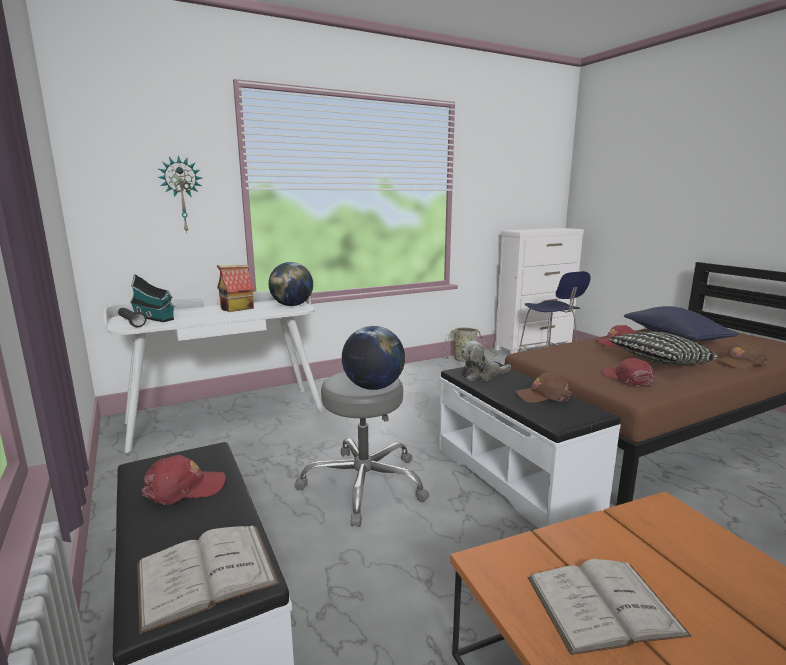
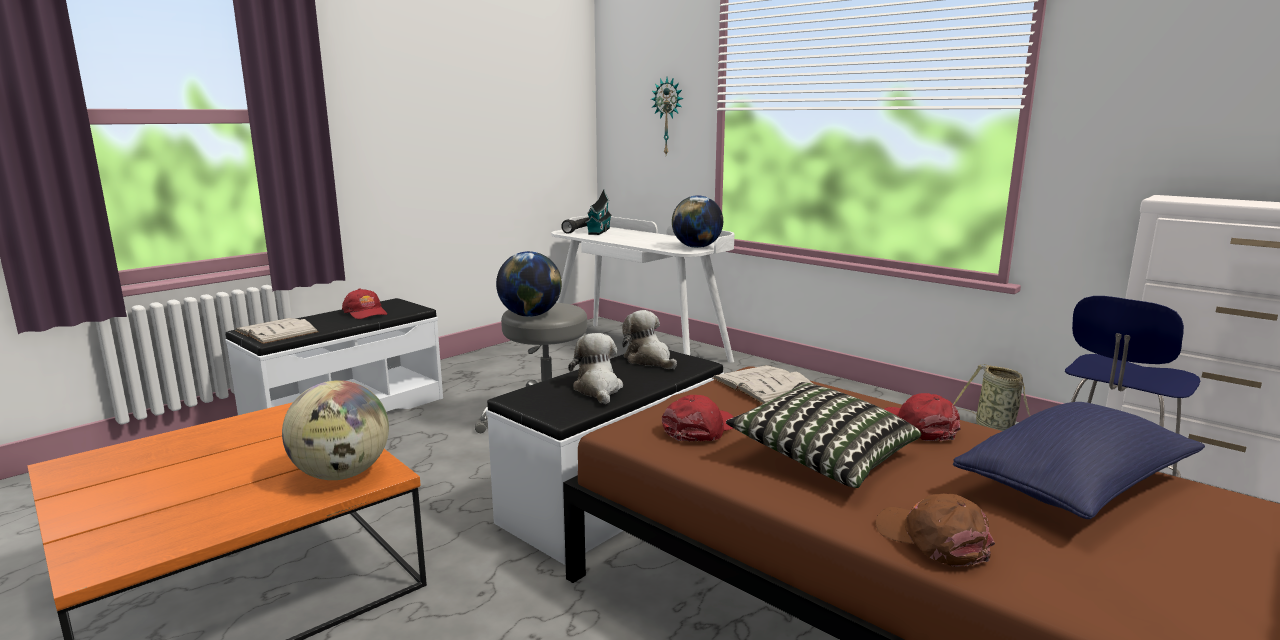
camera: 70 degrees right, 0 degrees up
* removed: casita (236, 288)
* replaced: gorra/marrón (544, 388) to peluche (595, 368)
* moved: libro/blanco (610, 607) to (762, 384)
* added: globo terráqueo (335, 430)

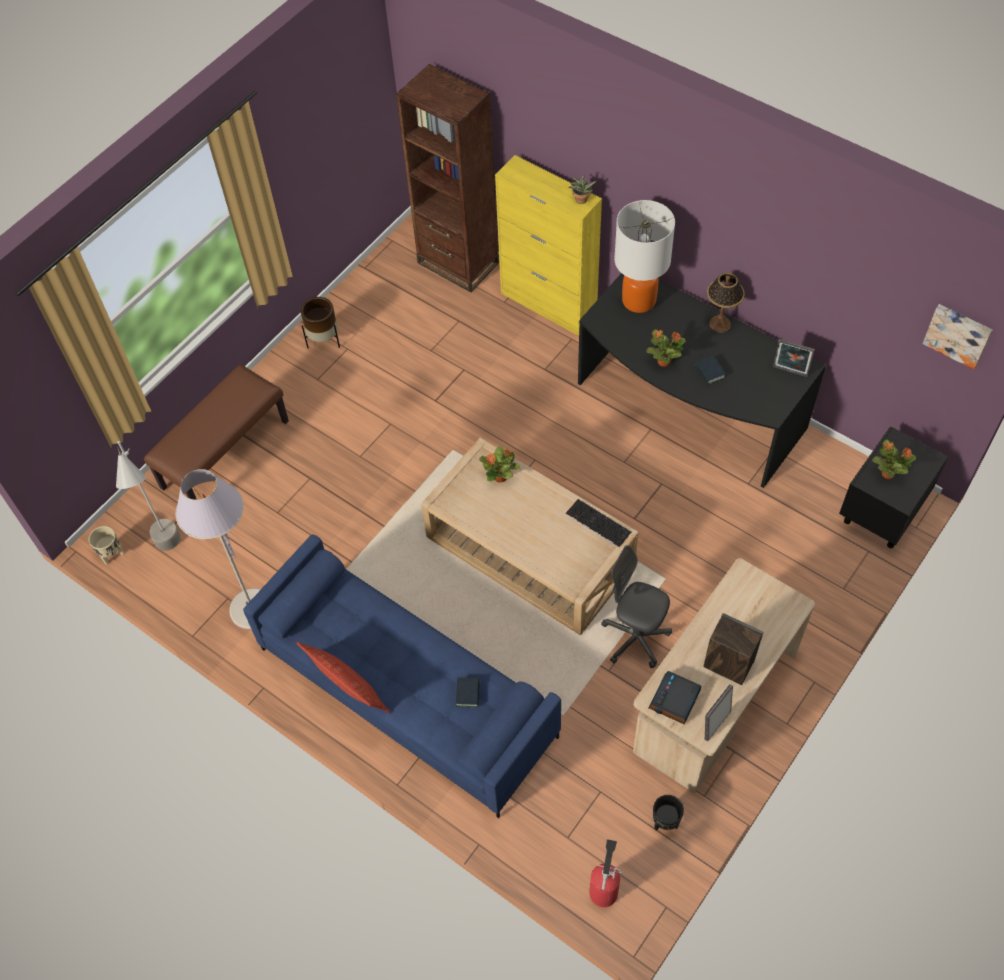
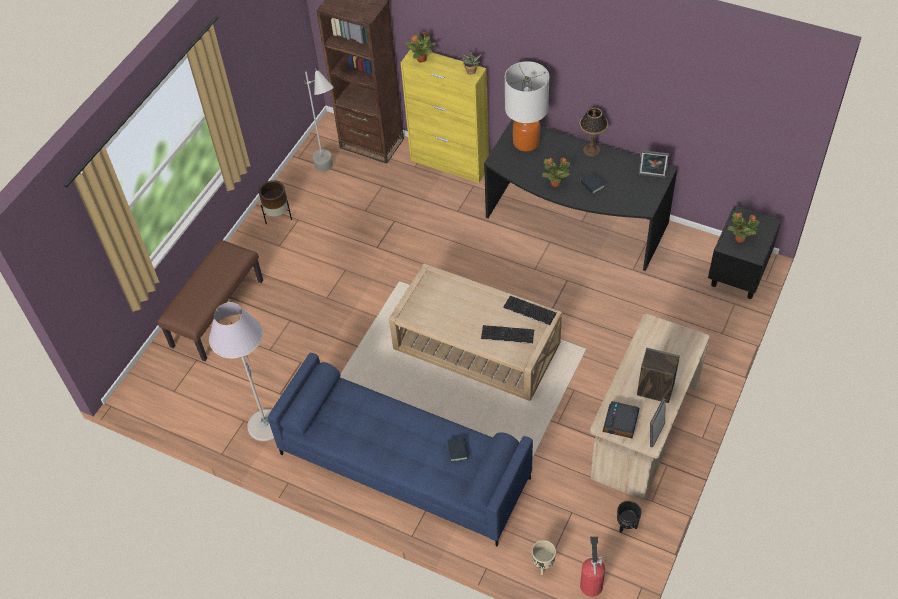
camera: 10 degrees left, 5 degrees down
* moved: maceta/beis (106, 545) to (544, 557)
* moved: lámpara de pie/gris (148, 496) to (318, 120)
* removed: cojín (343, 678)
* moved: planta en maceta (499, 464) to (420, 47)
* removed: silla de oficina/gris (636, 606)
* removed: cuadro (958, 336)
* added: teclado (507, 334)

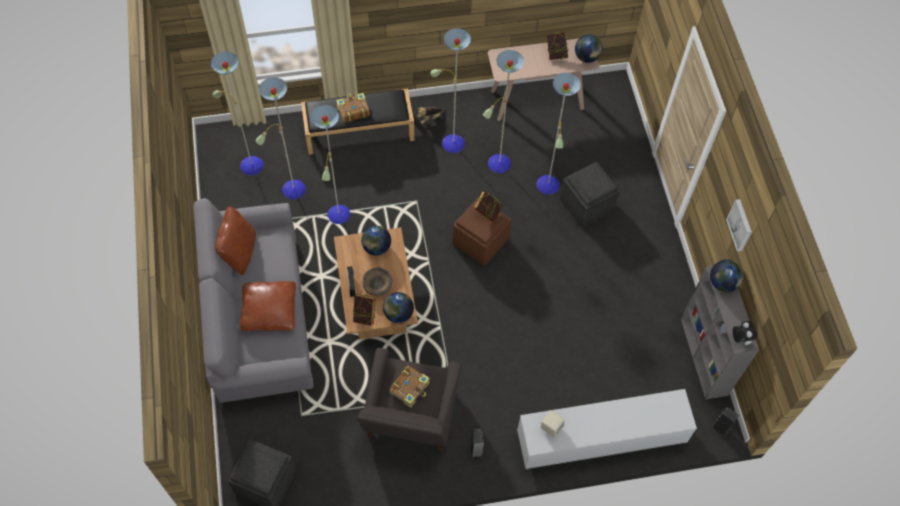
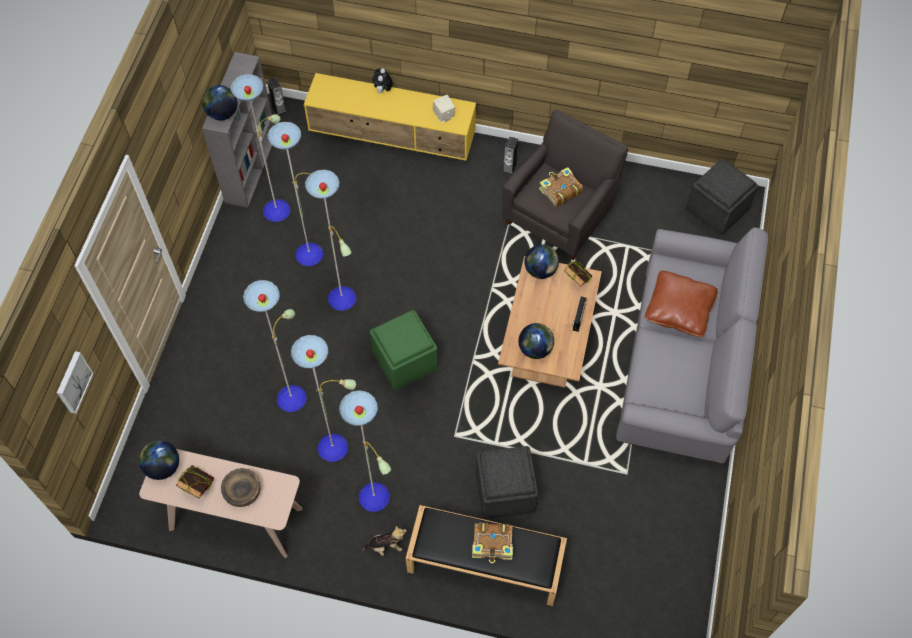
camera: 155 degrees left, 0 degrees up
* moved: lámpara de pie (280, 137) to (293, 192)
* removed: cojín/marrón (235, 240)
* moved: cuenco/marrón (377, 282) to (241, 487)
* recoloured: puf/marrón (482, 231) to puf/verde (404, 350)
* removed: libro (488, 206)
* recoloured: mueble de televisión/blanco (607, 429) to mueble de televisión/amarillo (390, 117)
* moved: puf/gris (590, 194) to (507, 482)
* moved: cuadro (739, 225) to (75, 382)
* moved: peluche (745, 333) to (382, 80)

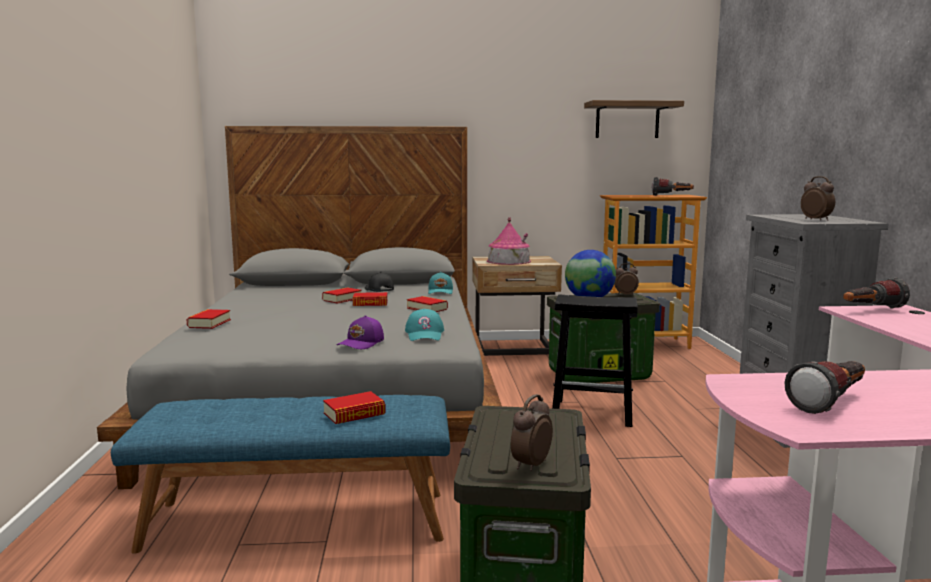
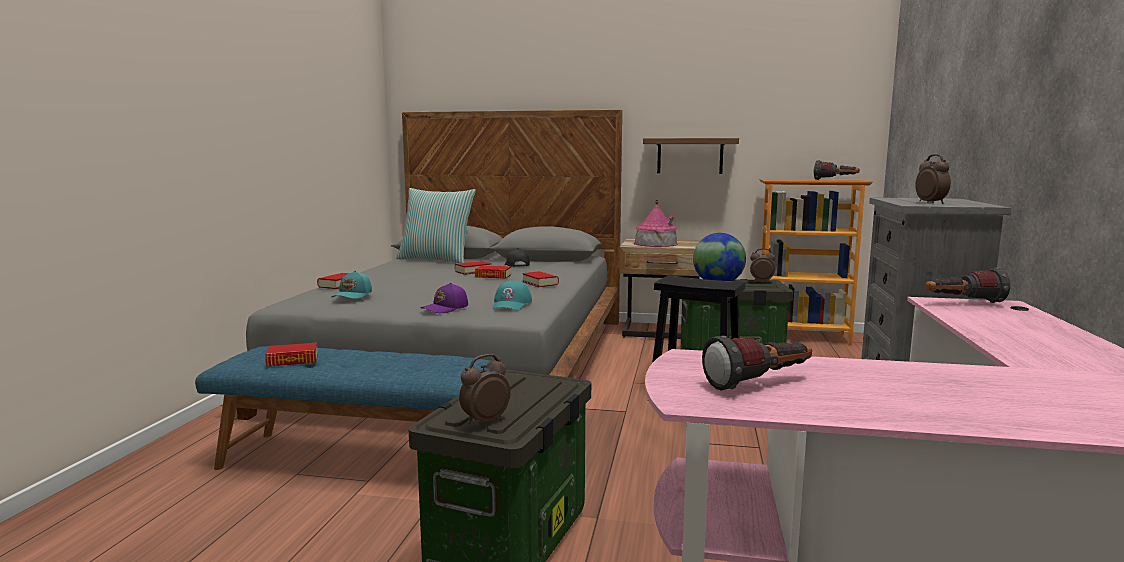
camera: 15 degrees right, 0 degrees up
* moved: libro (354, 407) to (291, 355)
* moved: gorra/turquesa (440, 283) to (352, 285)
* moved: estante (634, 119) to (691, 156)
* added: cojín (436, 225)

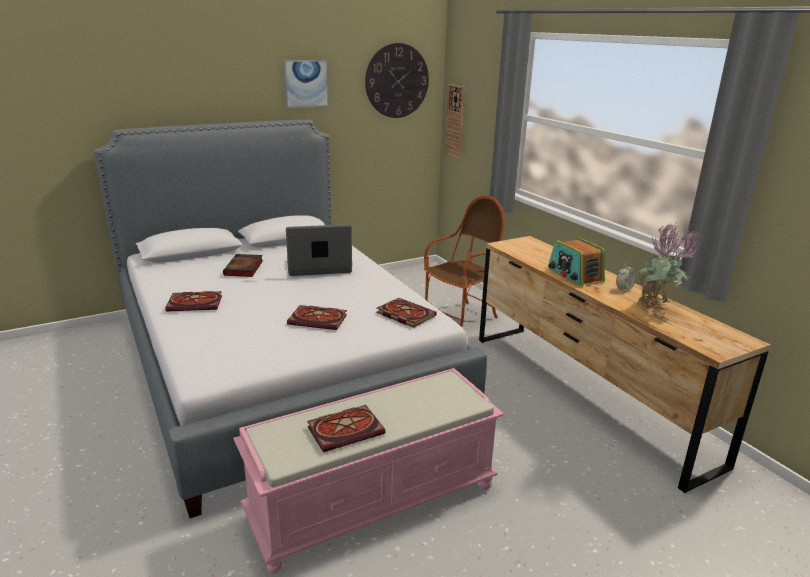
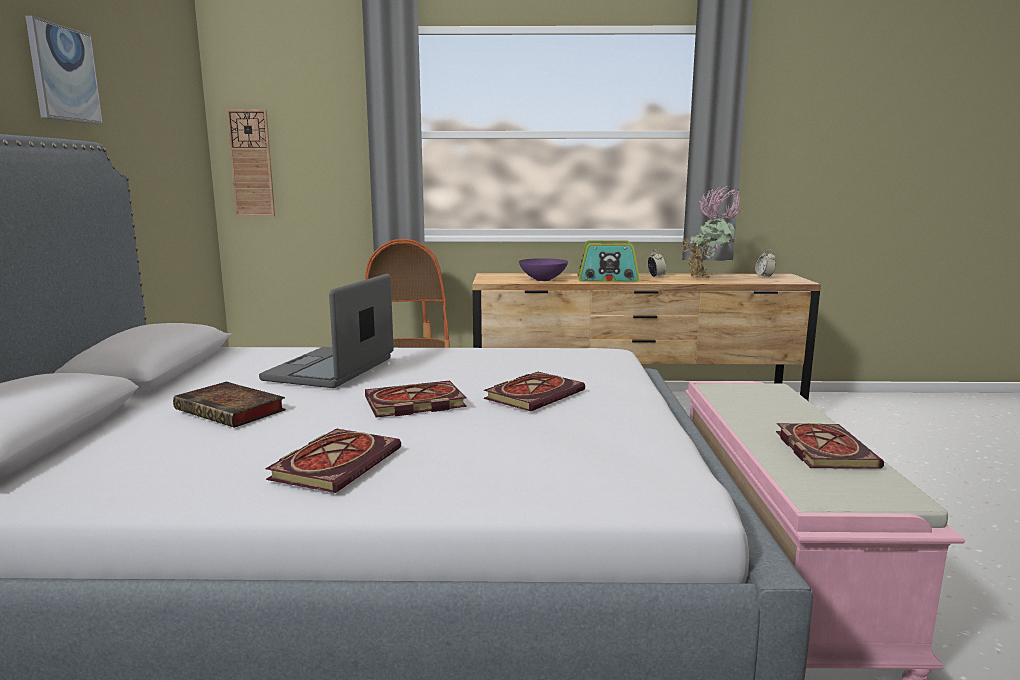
camera: 60 degrees left, 10 degrees down
* removed: reloj de pared (397, 80)
* moved: libro (406, 313) to (416, 399)
* added: cuenco/morado (543, 269)
* added: despertador (765, 263)

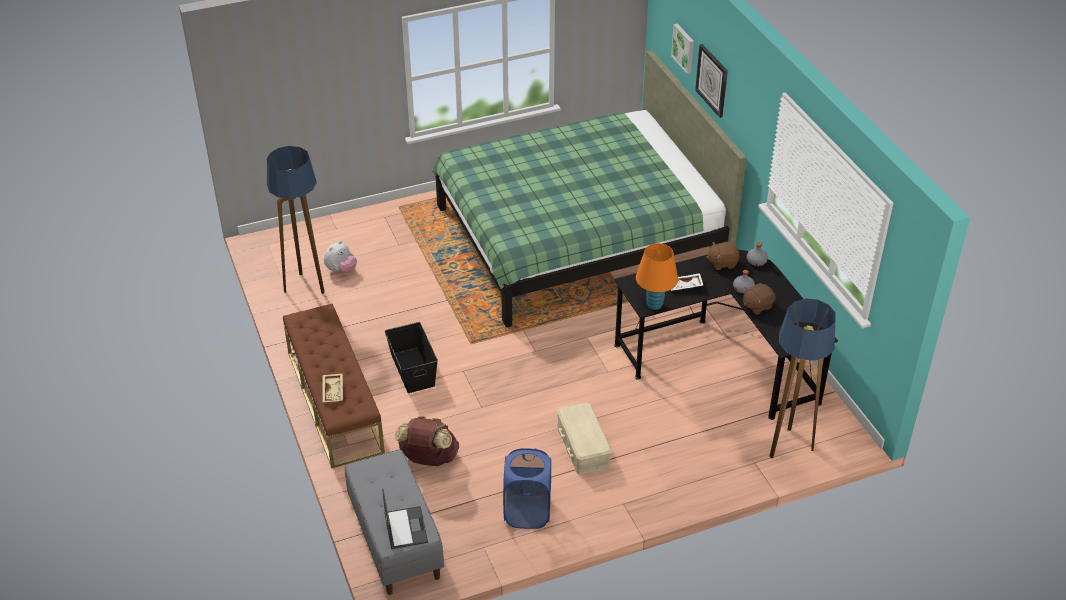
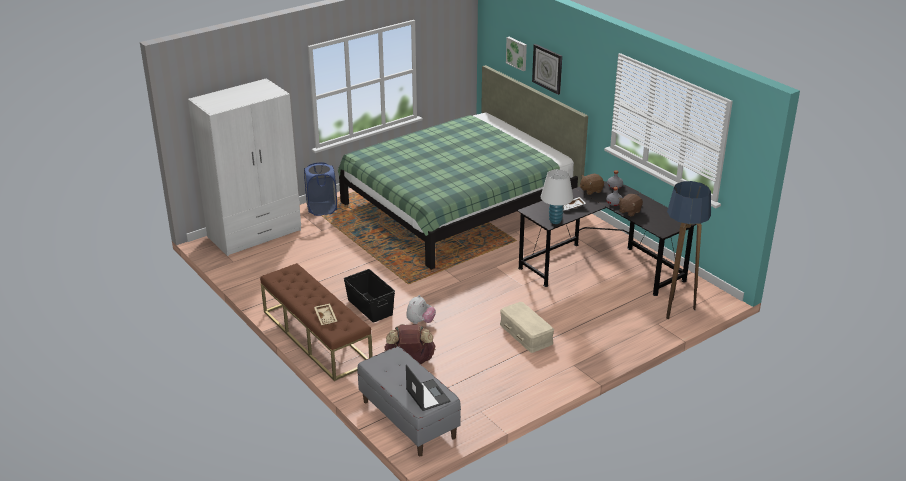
camera: 15 degrees left, 10 degrees down
* removed: lámpara de pie (295, 220)
* moved: peluche (340, 257) to (421, 309)
* moved: cesto de la ropa/azul (527, 488) to (320, 189)
* recoloured: lámpara de mesa/naranja (657, 276) to lámpara de mesa/blanco (557, 196)
* added: armario ropero/blanco (244, 167)

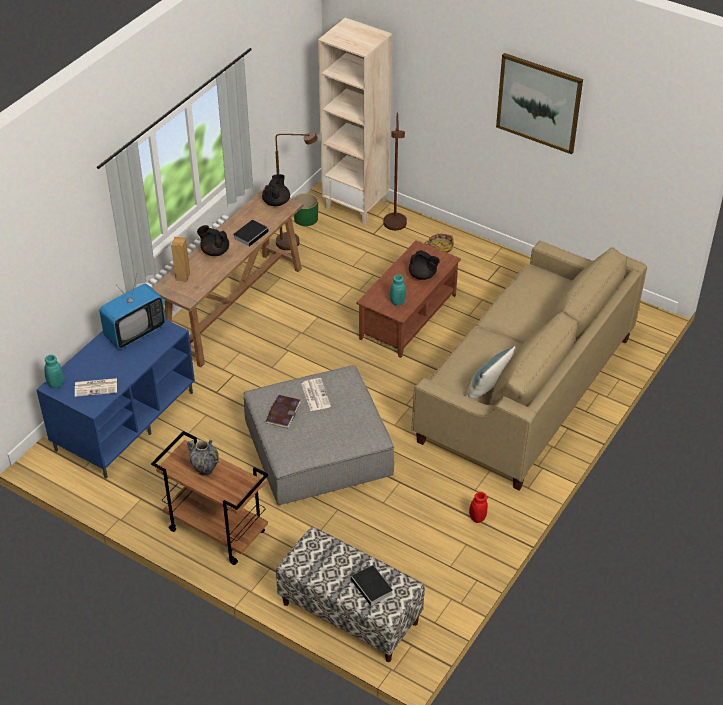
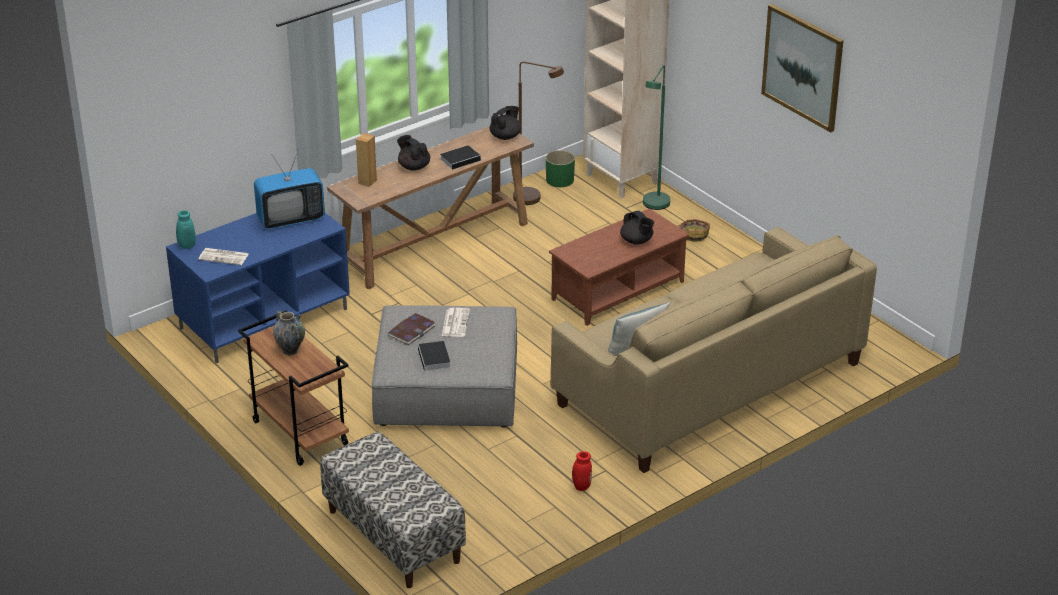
camera: 20 degrees right, 10 degrees down
* moved: libro (372, 587) to (434, 357)
* recoloured: lámpara de pie/marrón (395, 171) to lámpara de pie/verde (656, 137)
* removed: florero/turquesa (398, 290)

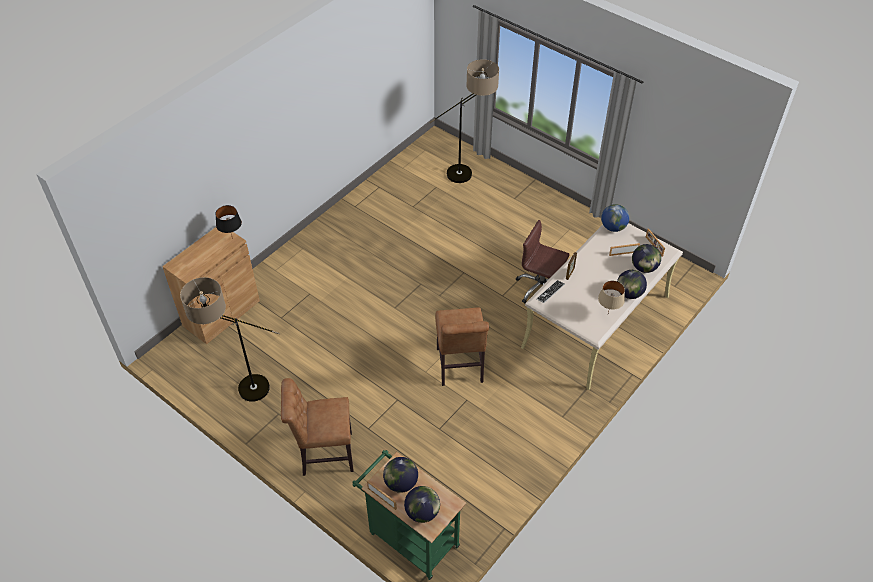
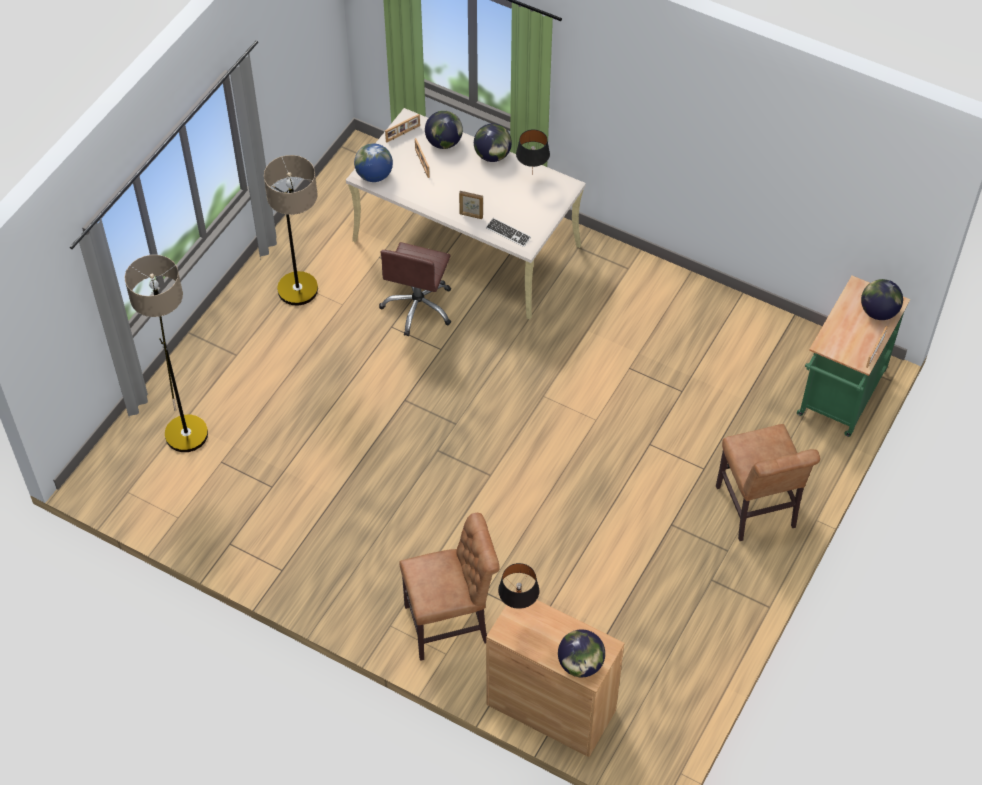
camera: 100 degrees left, 5 degrees up
* moved: lámpara de pie (230, 339) to (291, 230)
* moved: globo terráqueo (400, 475) to (581, 653)
* moved: silla/marrón (462, 347) to (449, 587)
* recoloured: lámpara de mesa/beis (611, 297) to lámpara de mesa/negro (533, 152)

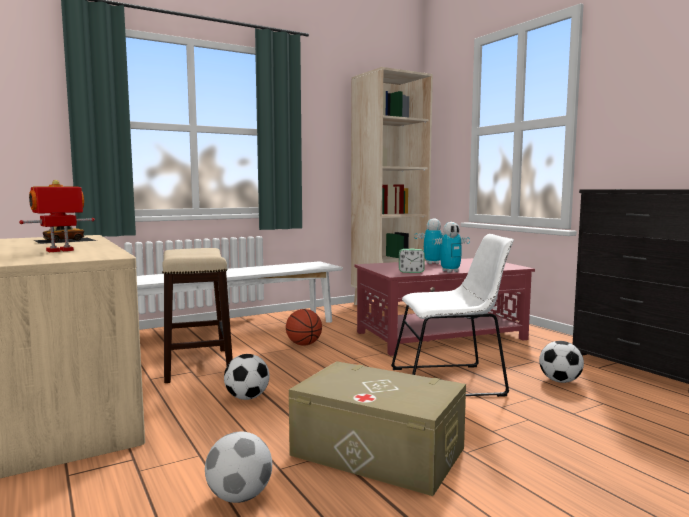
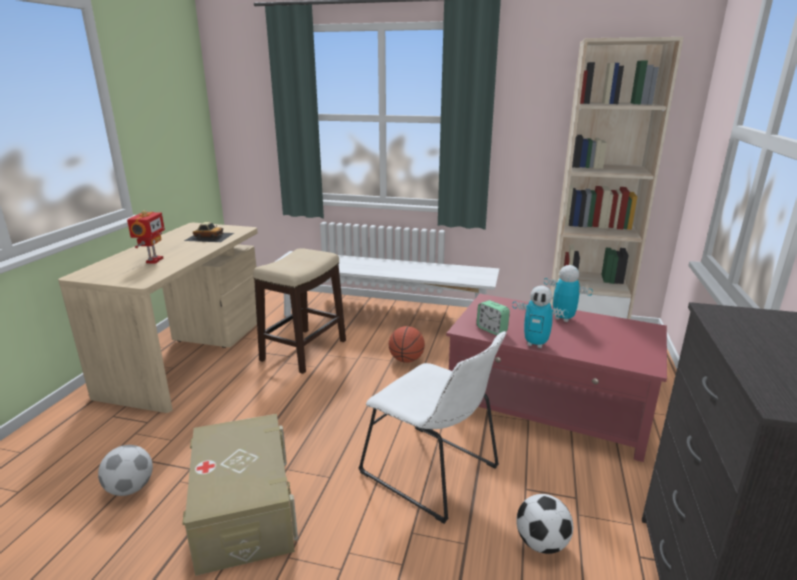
camera: 45 degrees right, 15 degrees up
* turned: robot de juguete (57, 216) = (146, 237) 90 degrees clockwise
* removed: balón de fútbol (247, 377)

